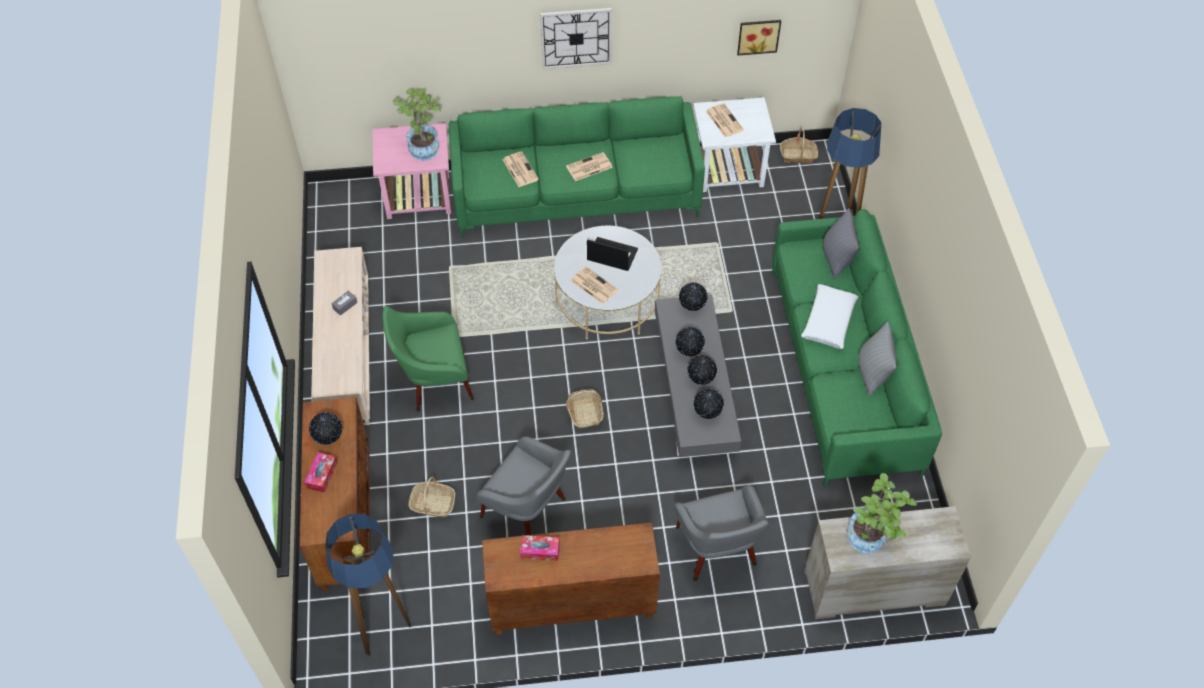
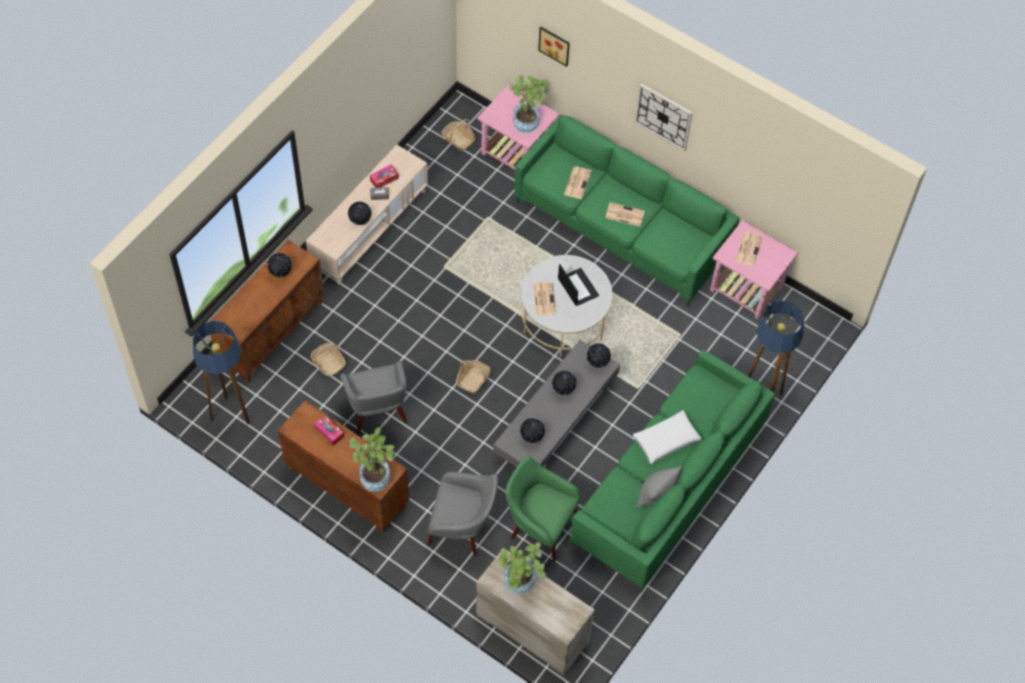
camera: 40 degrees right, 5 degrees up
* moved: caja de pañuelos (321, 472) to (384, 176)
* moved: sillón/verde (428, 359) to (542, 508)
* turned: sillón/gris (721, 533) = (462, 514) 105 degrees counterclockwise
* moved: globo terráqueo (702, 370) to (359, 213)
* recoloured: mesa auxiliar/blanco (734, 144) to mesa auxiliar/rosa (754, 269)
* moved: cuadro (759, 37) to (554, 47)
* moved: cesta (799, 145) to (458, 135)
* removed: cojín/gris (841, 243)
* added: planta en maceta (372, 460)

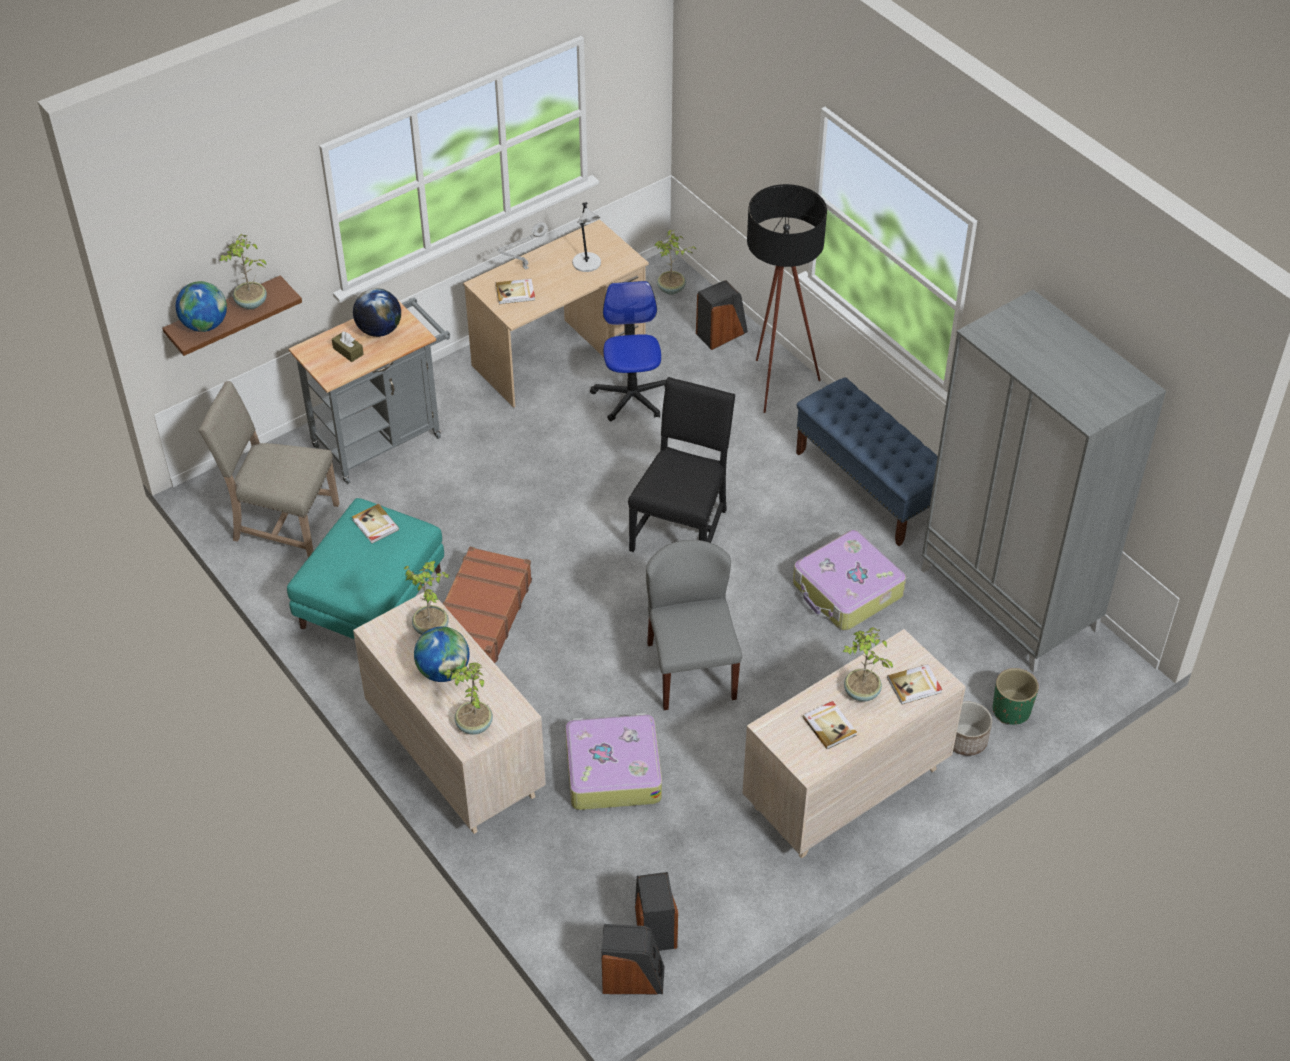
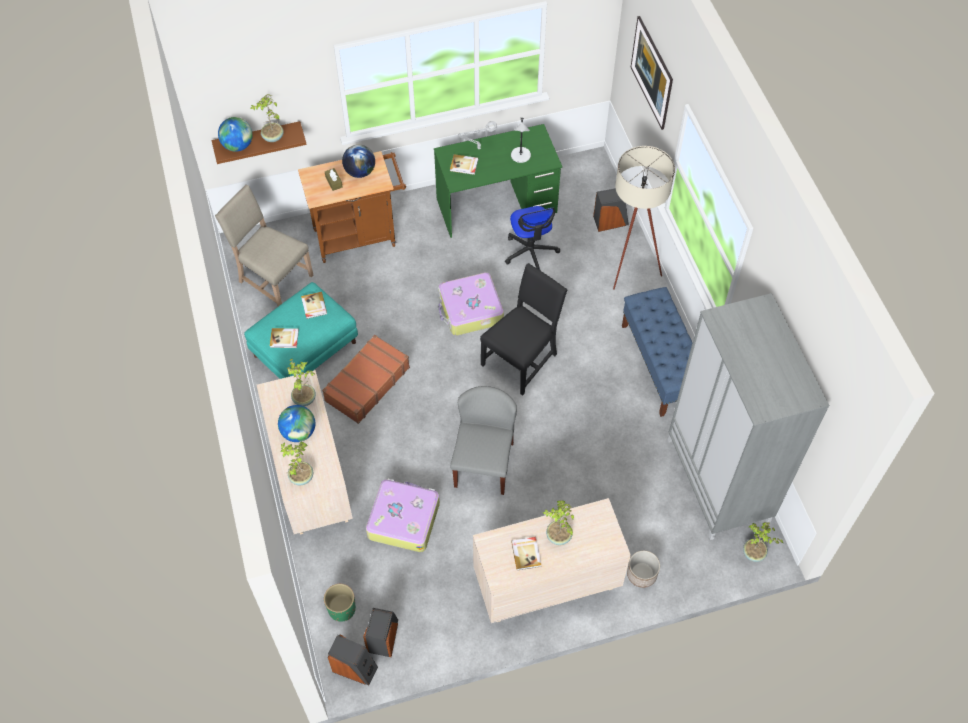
camera: 20 degrees right, 10 degrees up
* recoloured: carrito/gris (369, 391) to carrito/marrón (352, 207)
* recoloured: escritorio/beis (556, 313) to escritorio/verde (498, 181)
* turned: silla de oficina (628, 351) = (532, 238) 150 degrees clockwise
* moved: planta en maceta (676, 262) to (763, 542)
* recoloured: lámpara de pie/negro (787, 298) to lámpara de pie/beis (644, 218)
* moved: maleta (849, 580) to (471, 304)
* moved: libro (914, 684) to (284, 338)
* moved: maceta/verde (1016, 696) to (340, 603)
* added: cuadro (652, 73)

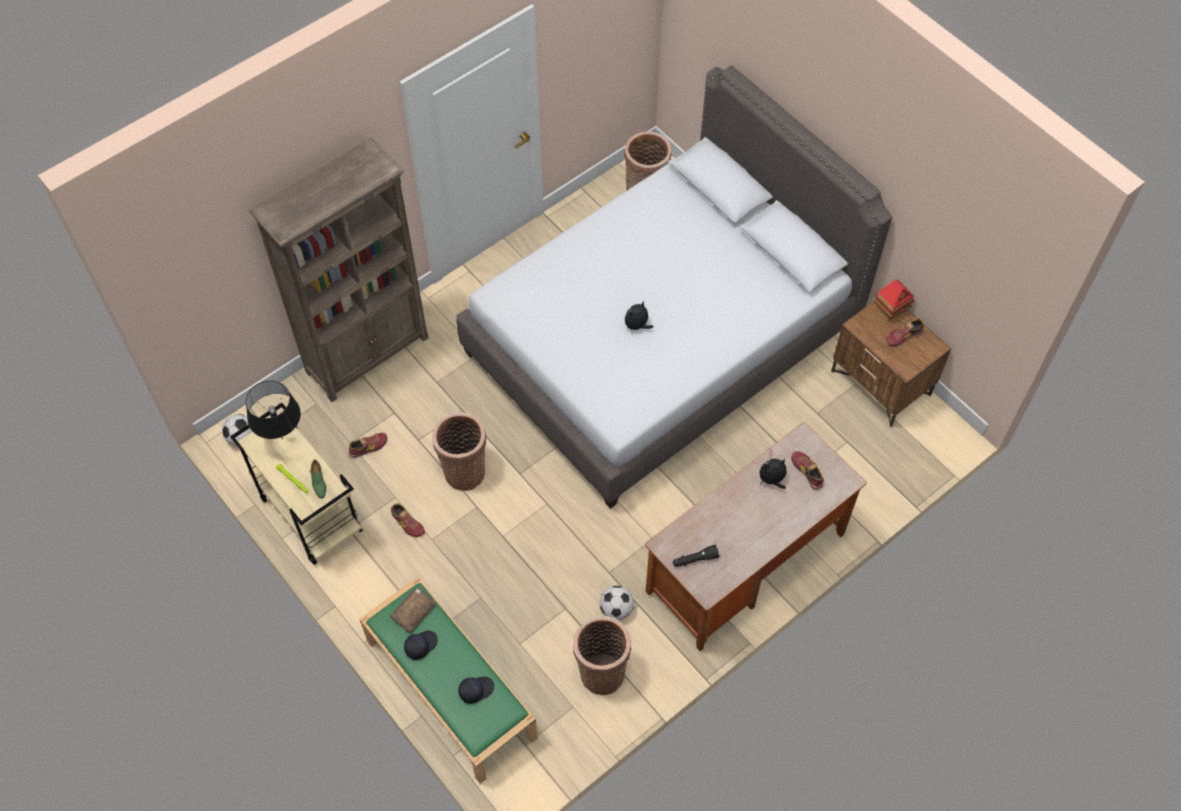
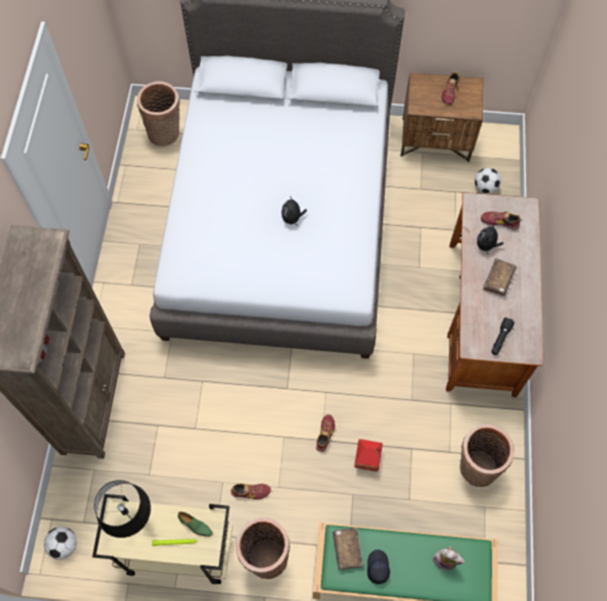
camera: 45 degrees left, 5 degrees up
* moved: zapato (367, 445) to (325, 433)
* moved: cesta (459, 451) to (263, 548)
* replaced: gorra/negro (476, 690) to peluche (448, 558)
* moved: balón de fútbol (617, 603) to (488, 181)
* moved: casita (894, 300) to (368, 455)
* added: libro/marrón (500, 277)

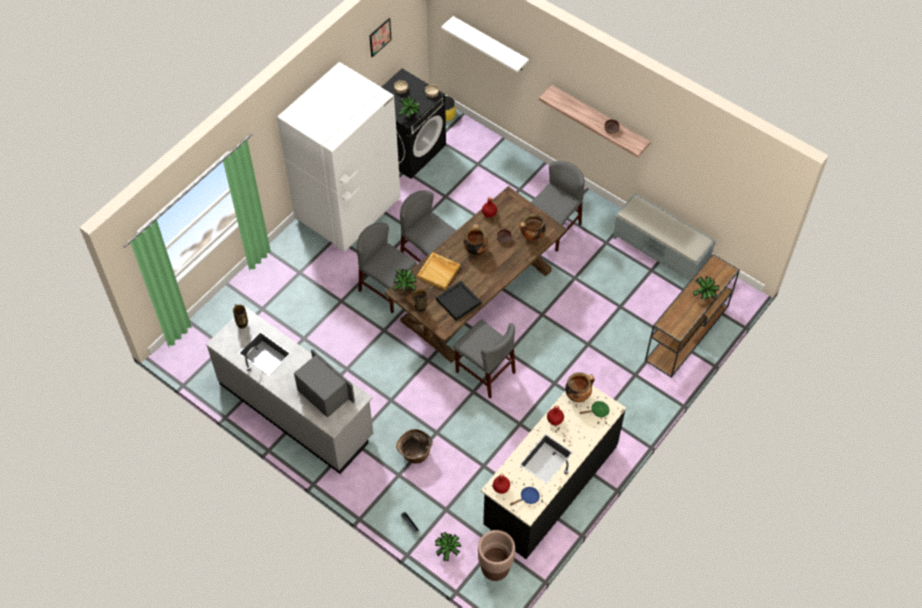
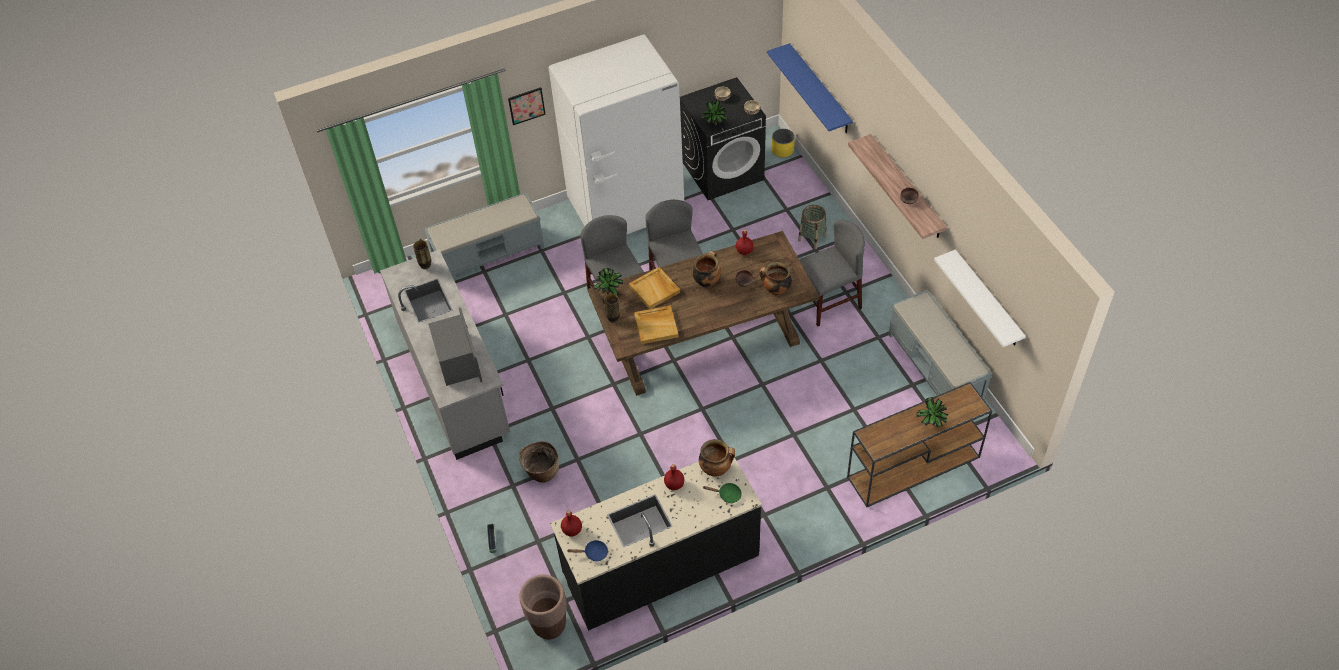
camera: 30 degrees right, 5 degrees down
* moved: cuadro (380, 37) to (527, 106)
* removed: planta en maceta (448, 546)
* recoloured: bandeja/negro (458, 301) to bandeja/beis (656, 324)
* moved: estante/blanco (485, 44) to (979, 298)
* removed: silla/gris (485, 358)
* added: banco/gris (485, 234)
* added: estante/azul (810, 88)
* added: cesta (812, 227)

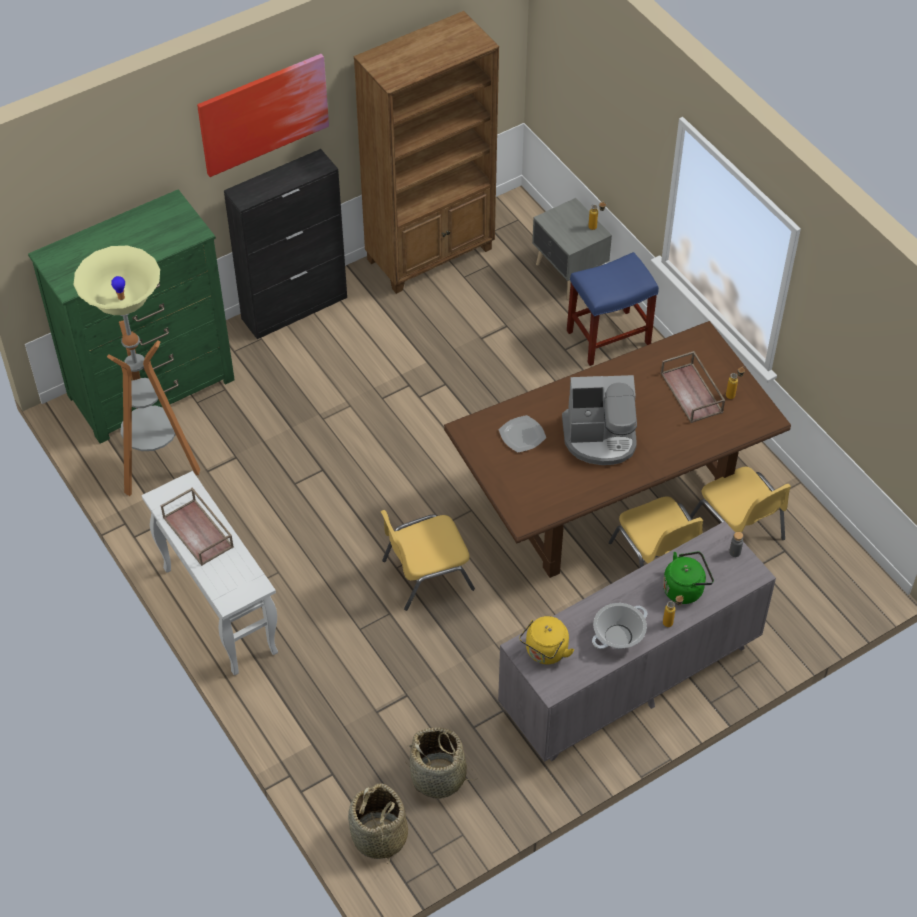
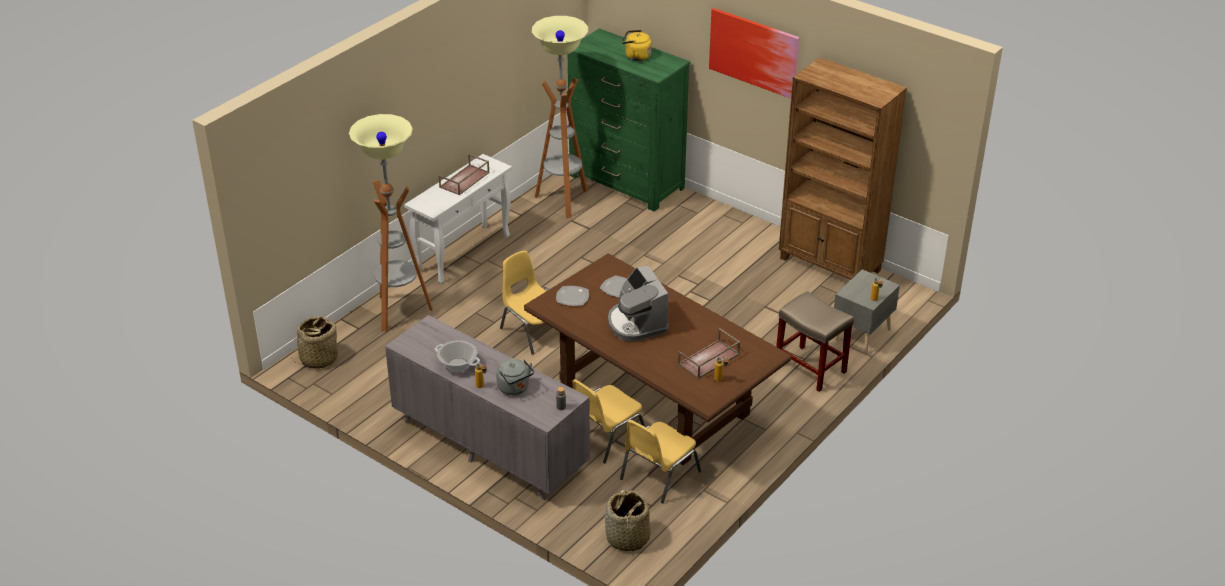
camera: 70 degrees right, 15 degrees down
* removed: armario/negro (285, 244)
* moved: cesta (441, 763) to (628, 521)
* moved: hervidor/amarillo (546, 640) to (637, 45)
* recoloured: taburete/azul (613, 309) to taburete/beis (815, 341)
* recoloured: hervidor/verde (688, 577) to hervidor/gris (515, 377)
* added: lámpara de pie (391, 223)
* added: plato (572, 296)

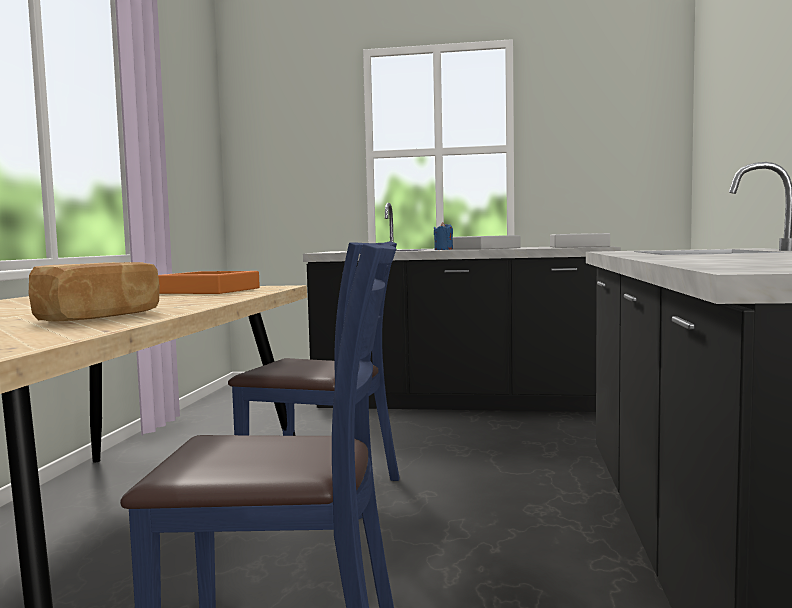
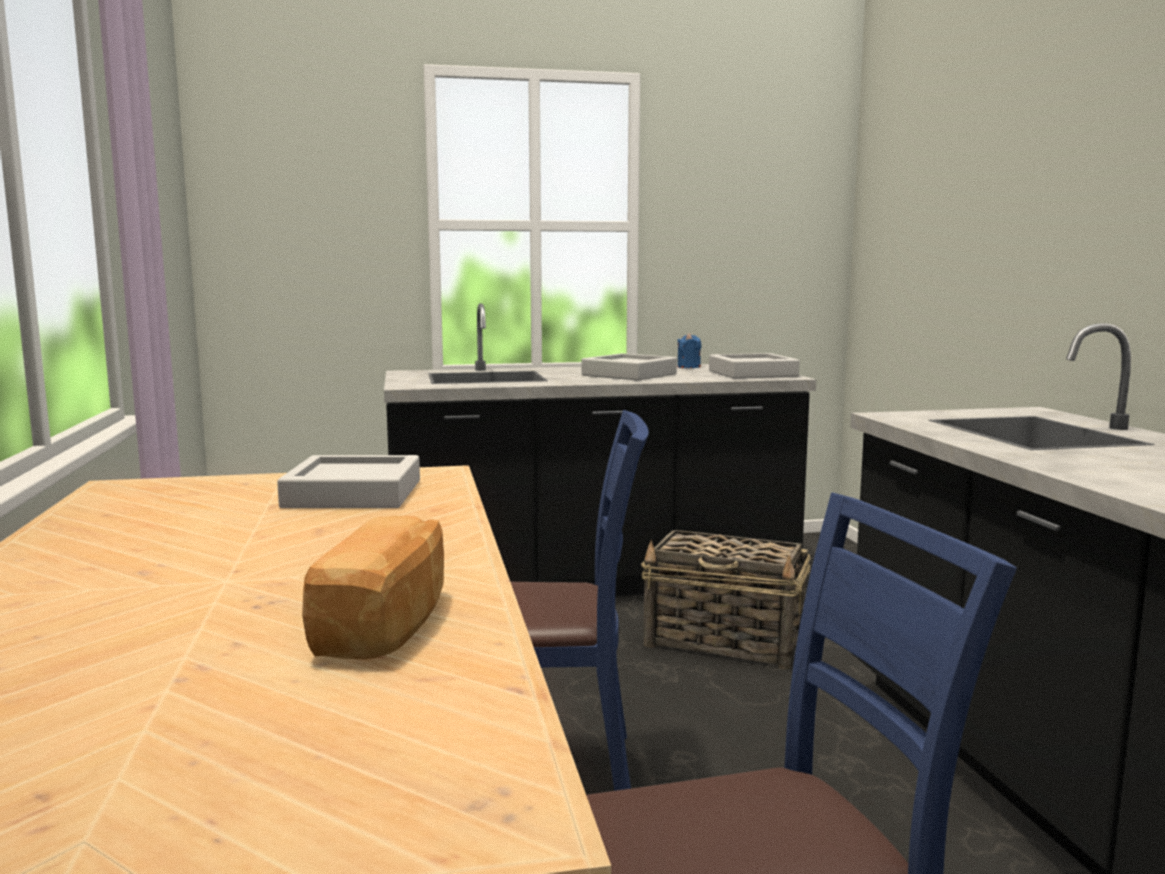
camera: 20 degrees left, 5 degrees up
* recoloured: bandeja/naranja (209, 282) to bandeja/gris (348, 481)
* moved: vela/azul (443, 236) to (689, 350)
* added: cesta (726, 600)

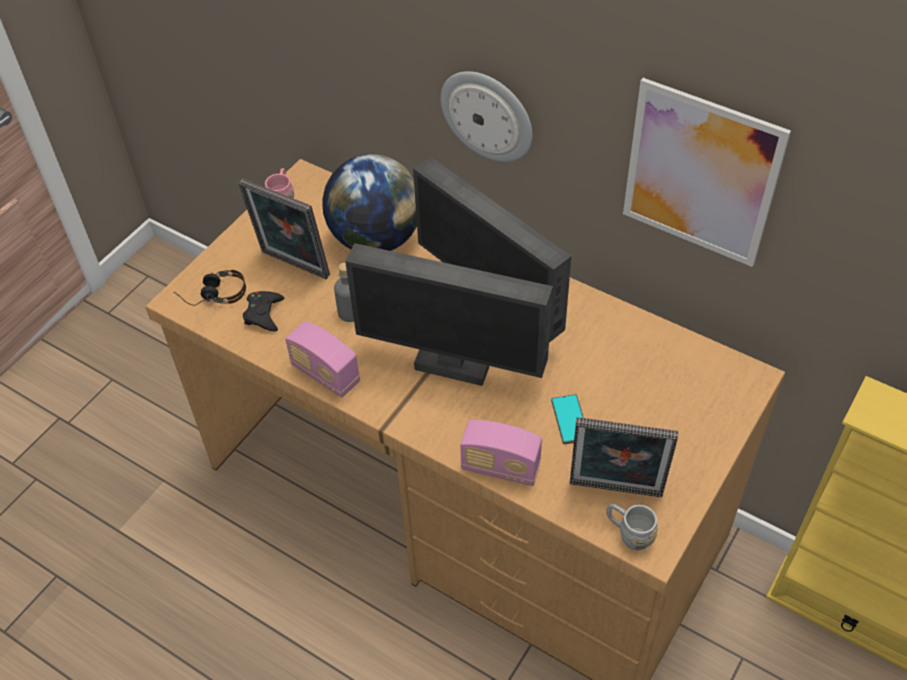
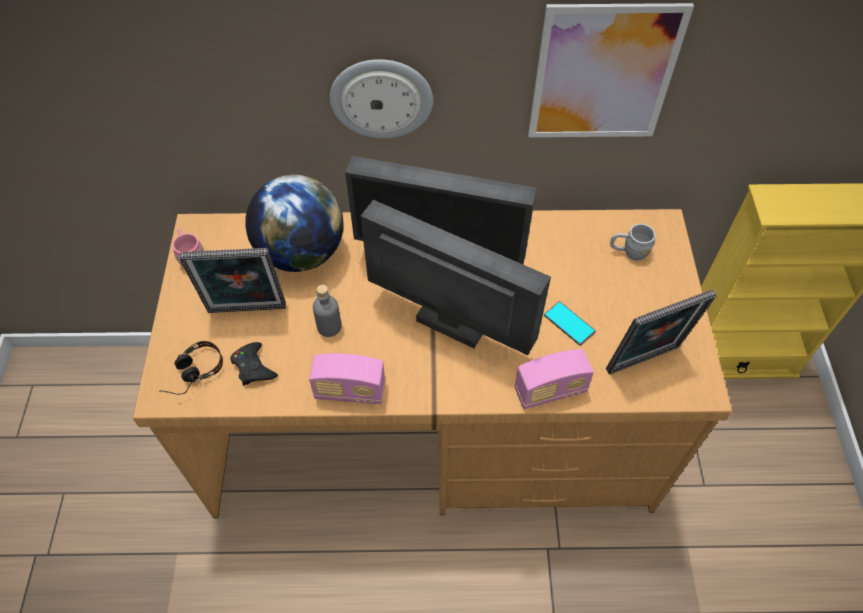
camera: 35 degrees left, 5 degrees up
* turned: monitor (449, 314) = (455, 277) 135 degrees counterclockwise
* moved: taza grande/gris (632, 527) to (633, 242)

